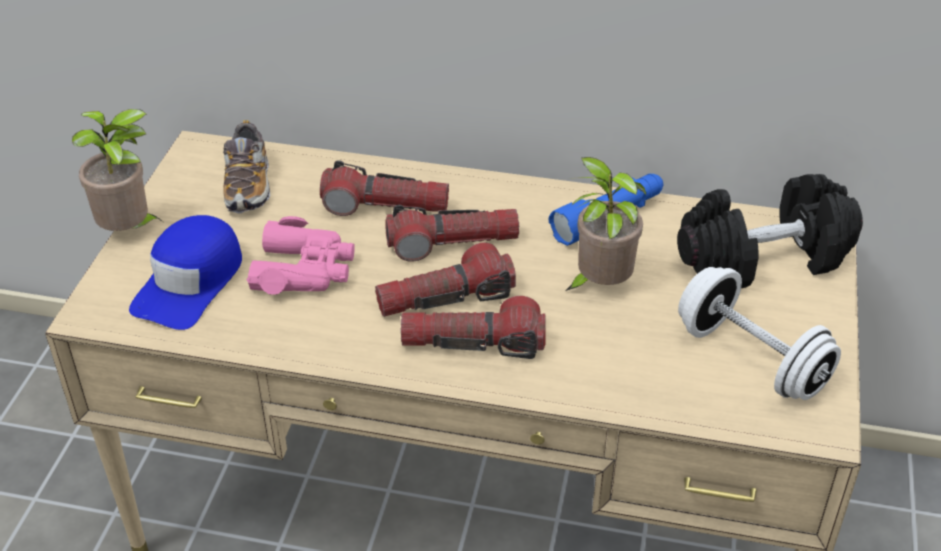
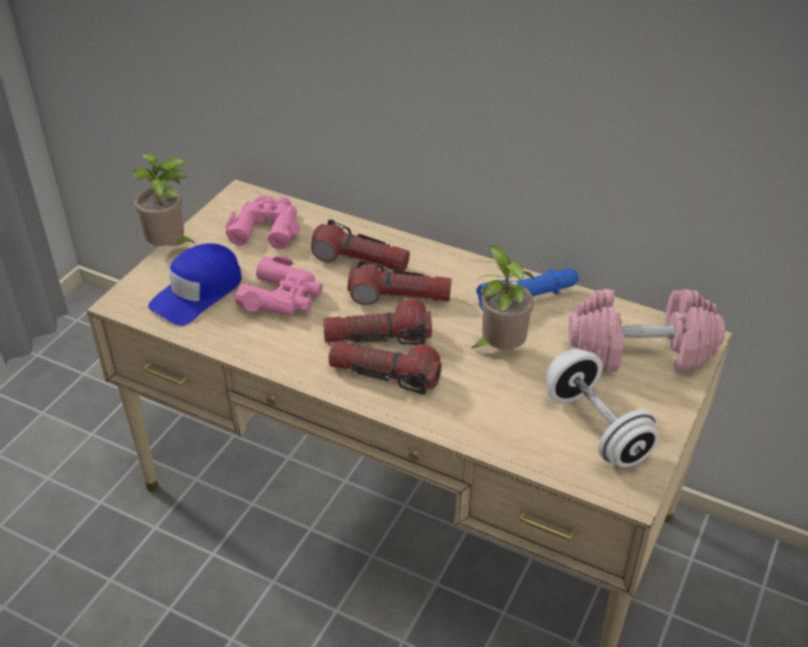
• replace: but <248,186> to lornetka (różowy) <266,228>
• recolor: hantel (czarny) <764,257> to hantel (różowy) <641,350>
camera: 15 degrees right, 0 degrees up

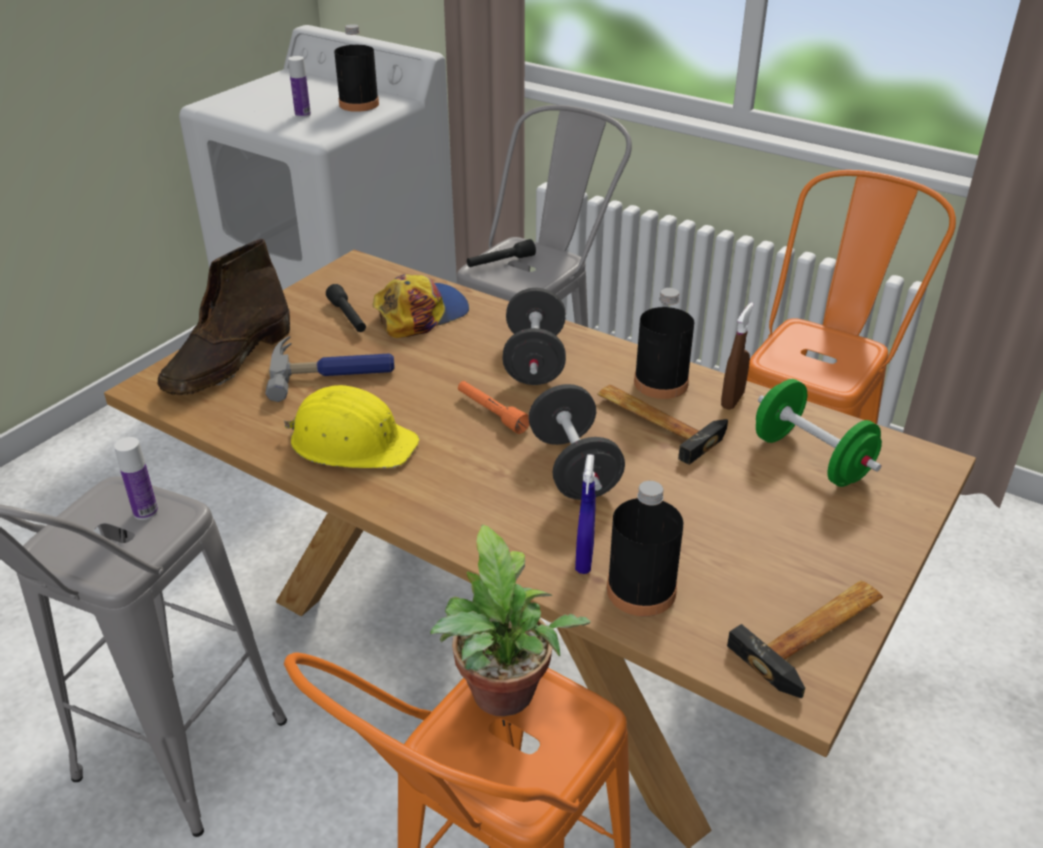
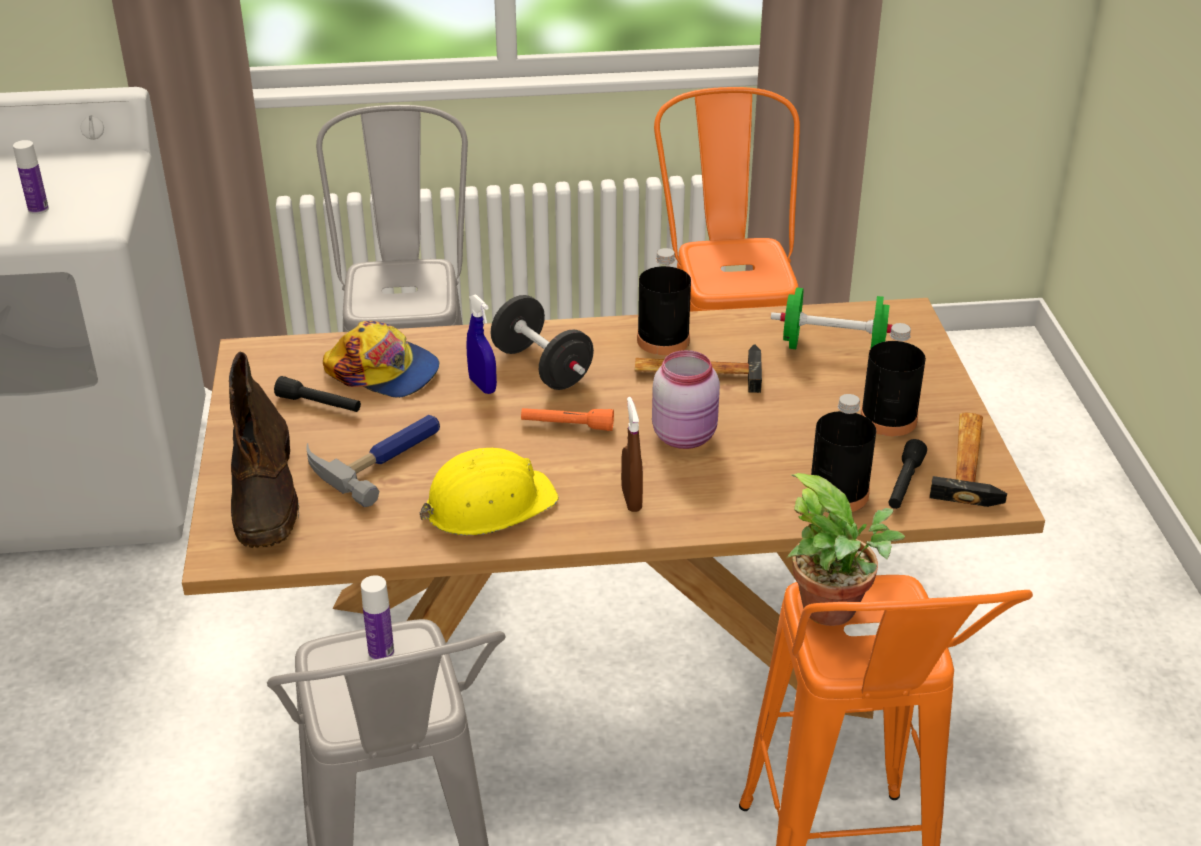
• move: butelka (czarny) <359,104> to <888,419>
• move: latarka (czarny) <500,262> to <904,484>
• rotate: czapka z daszkiem <421,314> = <384,371> 105 degrees clockwise
• move: spryskiwacz (brązowy) <732,400> to <631,500>
• replace: hantel (czarny) <574,468> to słoik (różowy) <686,436>
• move: spryskiwacz (niebieski) <584,559> to <482,386>
camera: 40 degrees left, 0 degrees up

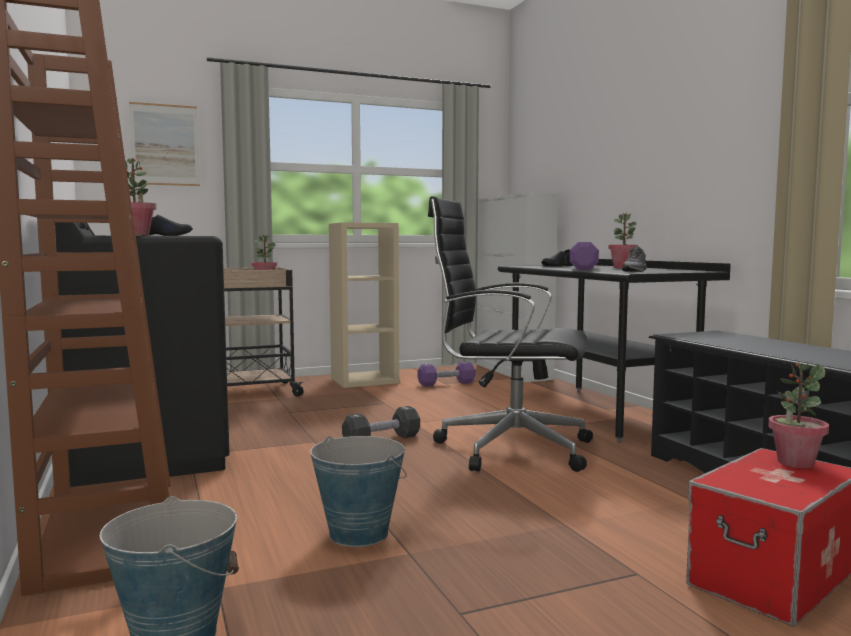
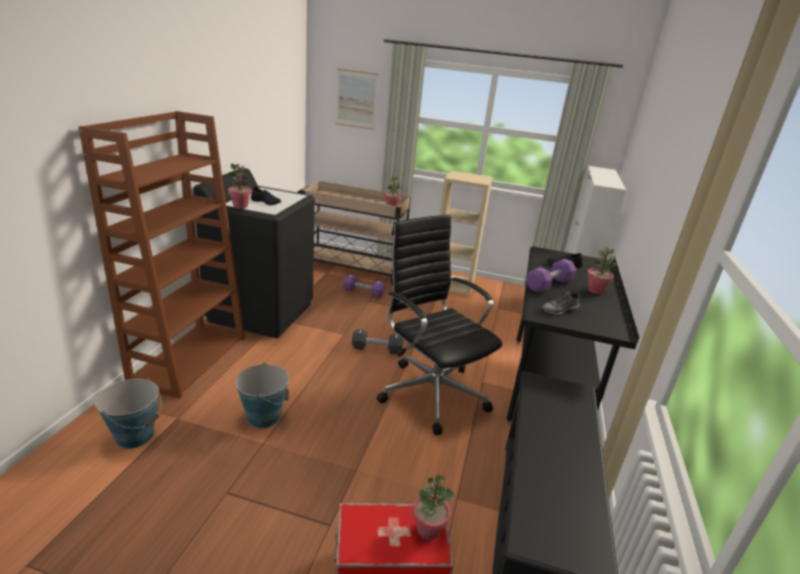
• move: hantel (fioletowy) <446,384> to <363,292>
camera: 35 degrees right, 20 degrees up

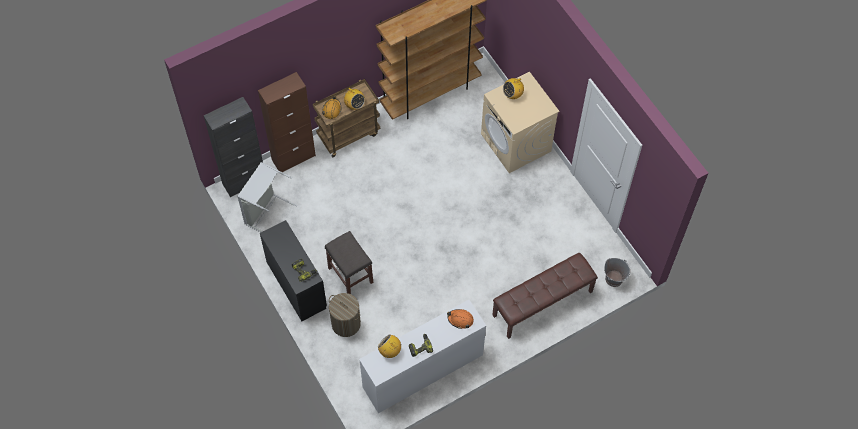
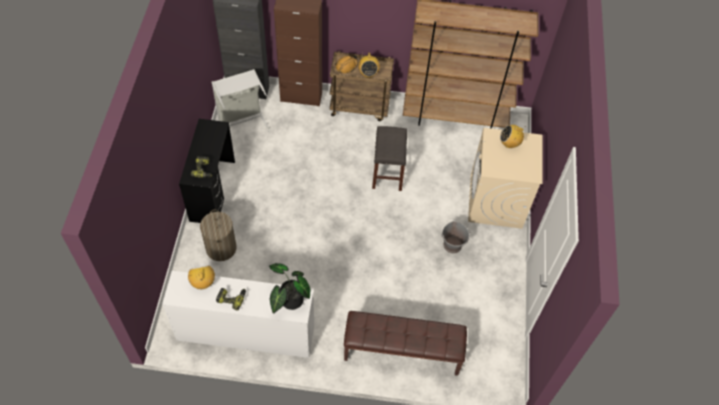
• move: stołek (szary) <351,275> to <388,174>
• move: wiadro (szary) <614,279> to <452,245>
• replace: kask (pomarańczowy) <460,319> to roślina doniczkowa <289,300>
camera: 35 degrees right, 5 degrees down

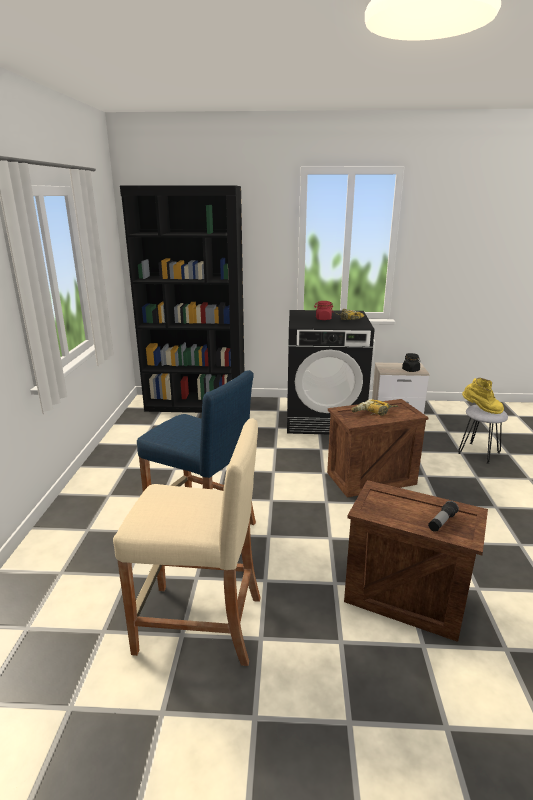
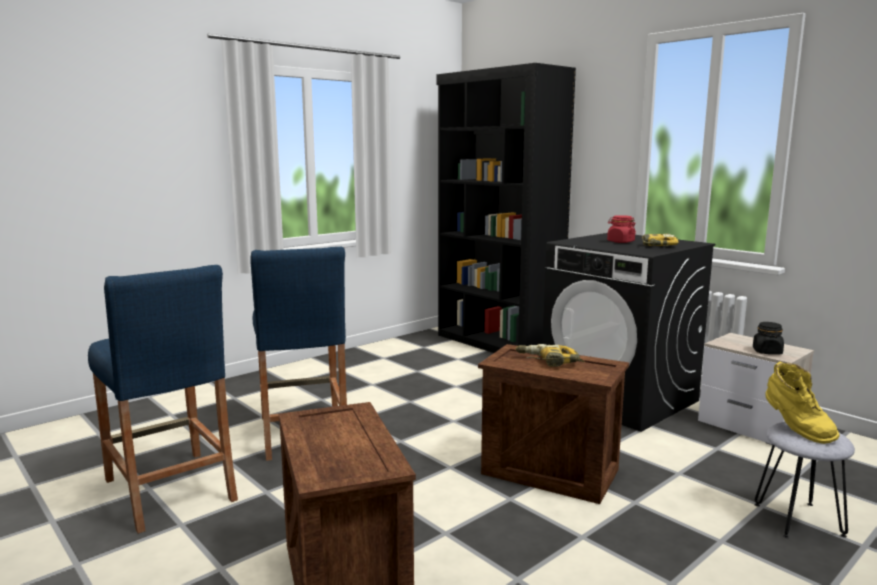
• recolor: stołek (beżowy) <199,624> to stołek (niebieski) <170,490>
• delete: latarka <441,522>
camera: 45 degrees right, 10 degrees down

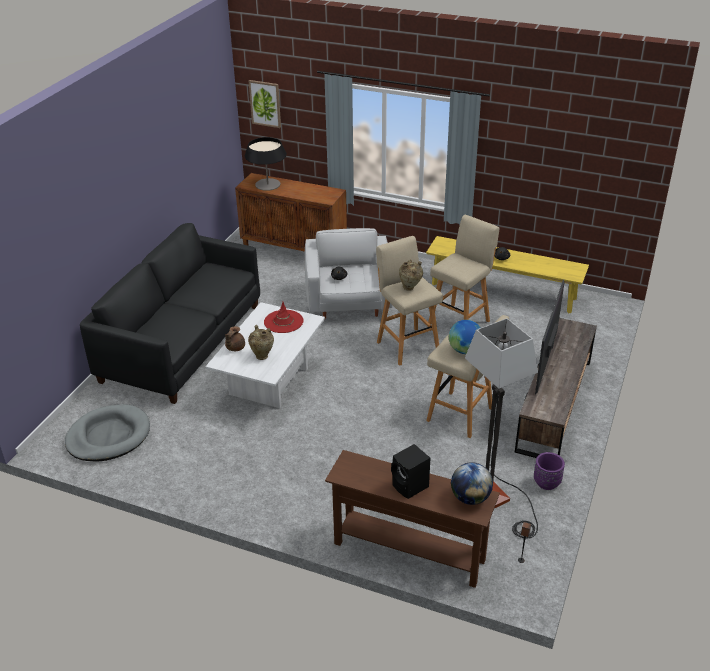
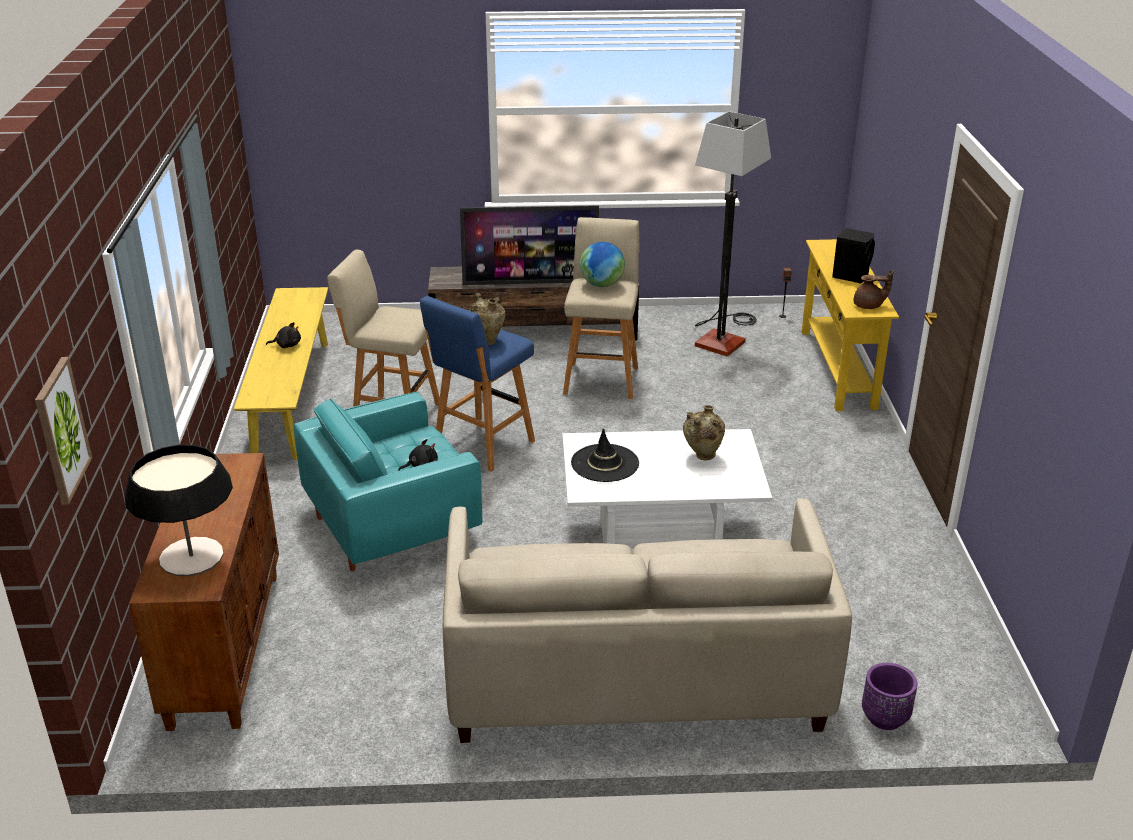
• recolor: kanapa (czarny) <182,343> to kanapa (beżowy) <634,674>
• recolor: fotel (biały) <349,302> to fotel (turkusowy) <394,525>
• recolor: stołek (beżowy) <407,345> to stołek (niebieski) <482,445>
• recolor: kapelusz (czerwony) <283,322> to kapelusz (czarny) <605,463>
• move: imbryk (brązowy) <234,348> to <869,306>
• delete: legowisko (szary) <108,436>
• recolor: stolik konsolowy (brązowy) <409,552> to stolik konsolowy (żółty) <838,369>
• move: donica (fioletowy) <546,483> to <884,718>
• delete: globus <470,498>
camera: 115 degrees left, 5 degrees down

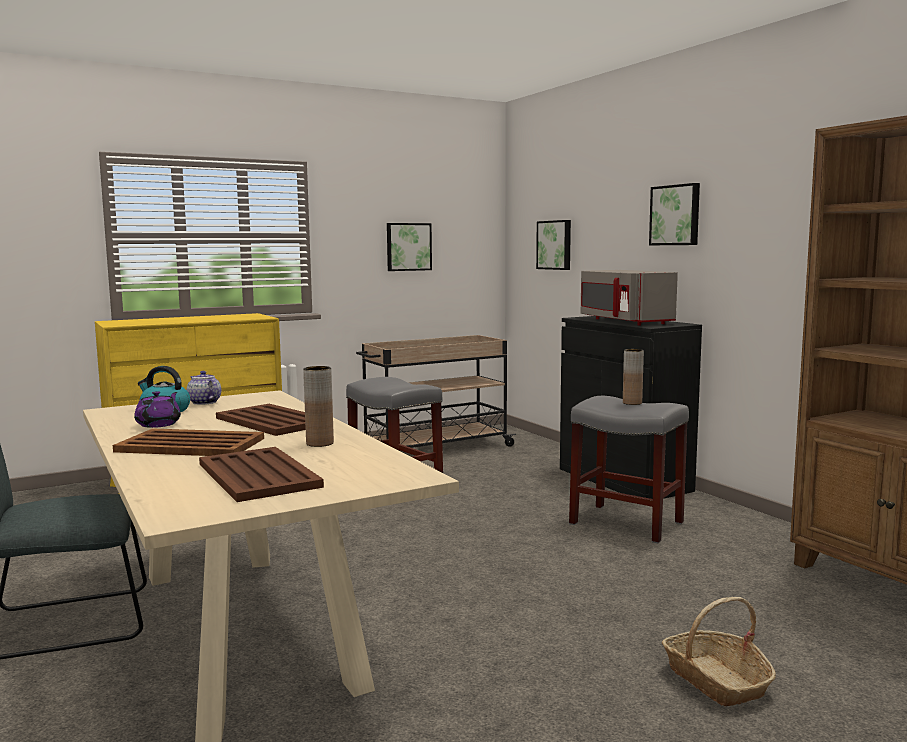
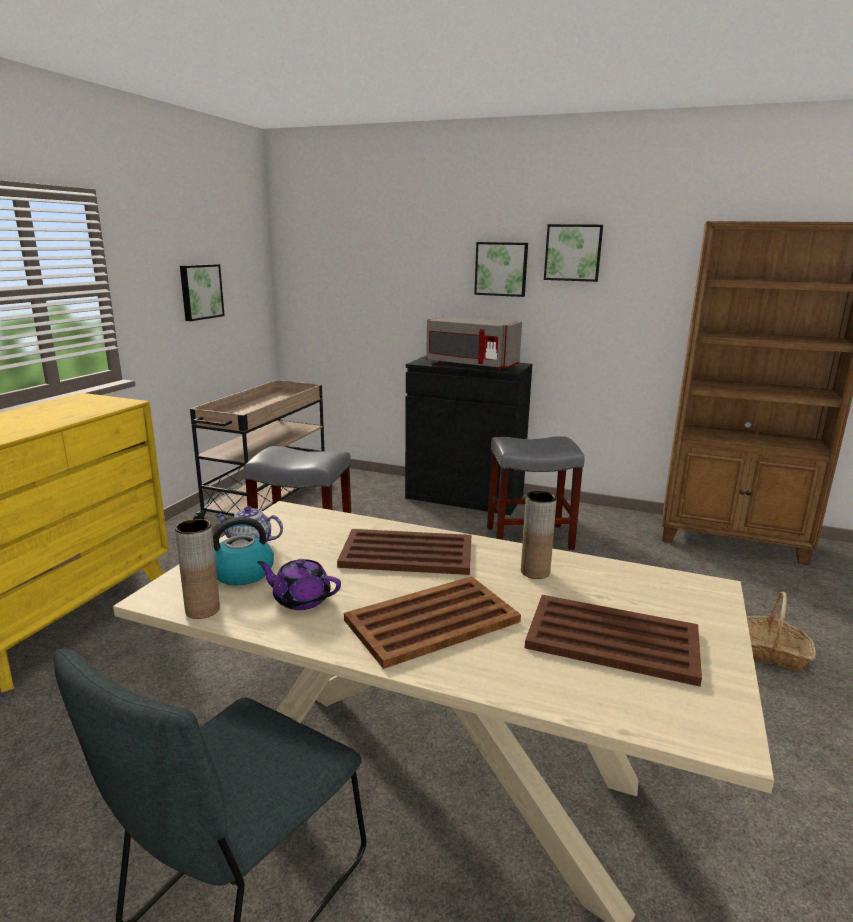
• move: obraz <555,245> to <573,252>
• move: wazon (brązowy) <632,403> to <202,610>
• rotate: imbryk (fioletowy) <159,424> = <301,599> 45 degrees counterclockwise
camera: 40 degrees left, 10 degrees up

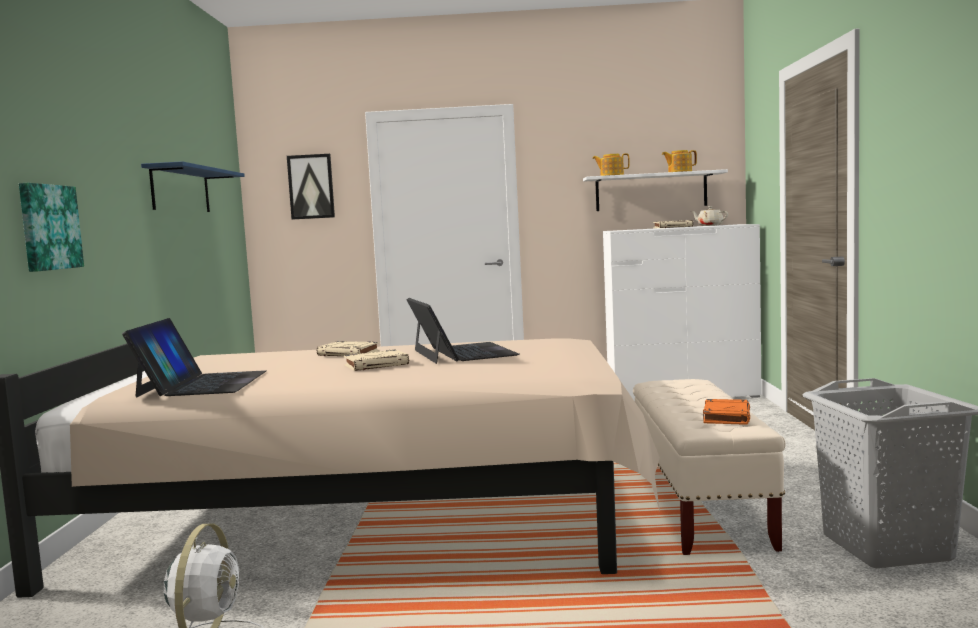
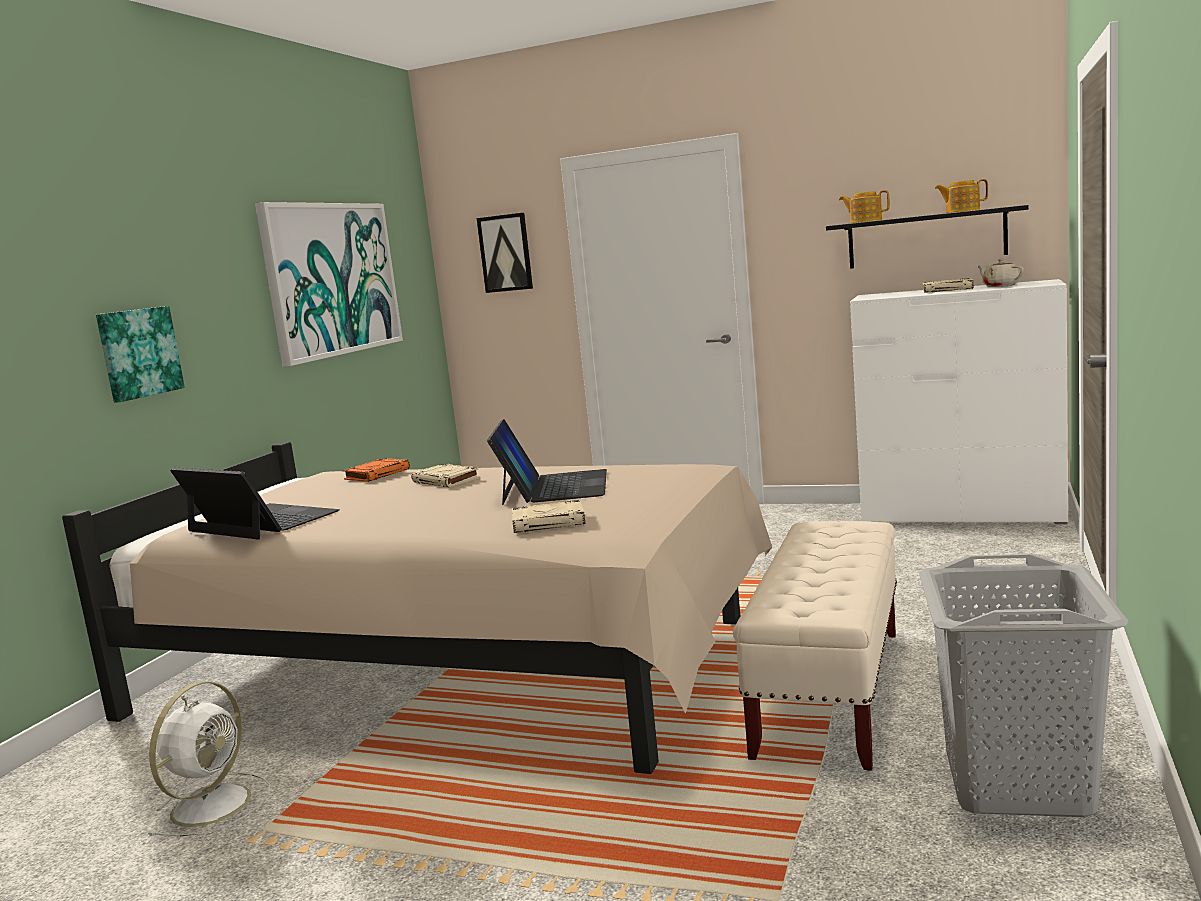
• replace: półka (niebieski) <181,190> to obraz <332,279>
• recolor: półka (biały) <651,191> to półka (czarny) <926,238>
• rotate: laptop <202,384> = <262,522> 75 degrees counterclockwise
• move: książka (beżowy) <377,365> to <549,522>
• move: książka (pomarańczowy) <726,416> to <377,474>
camera: 20 degrees right, 5 degrees up

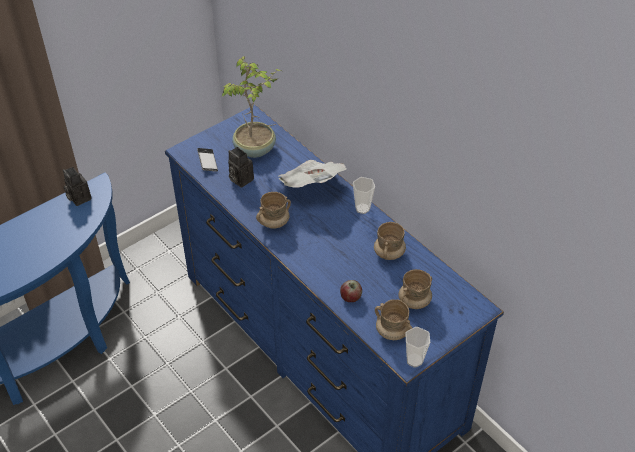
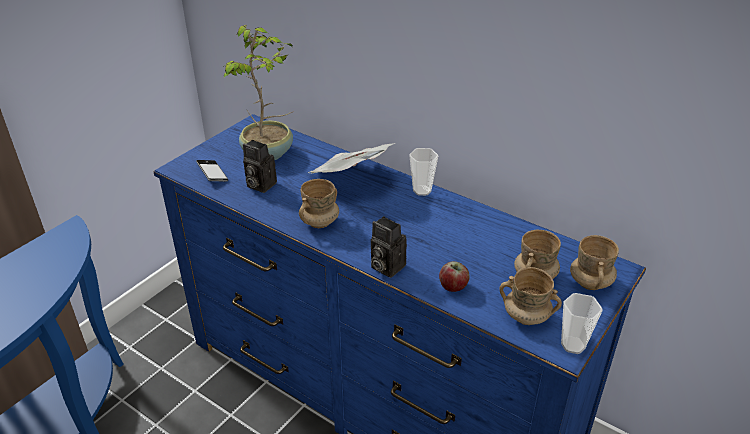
• move: aparat fotograficzny <78,198> to <385,266>
• move: kubek (beżowy) <389,254> to <590,283>
camera: 15 degrees left, 10 degrees down

